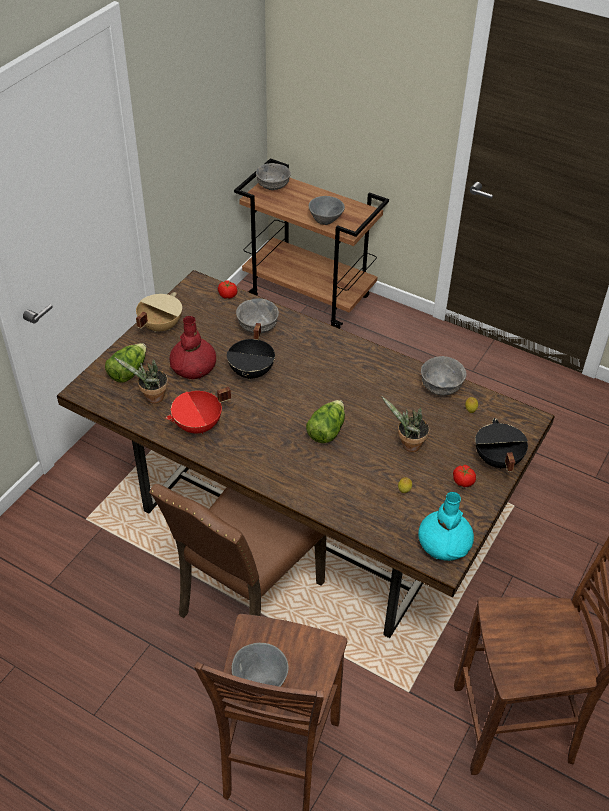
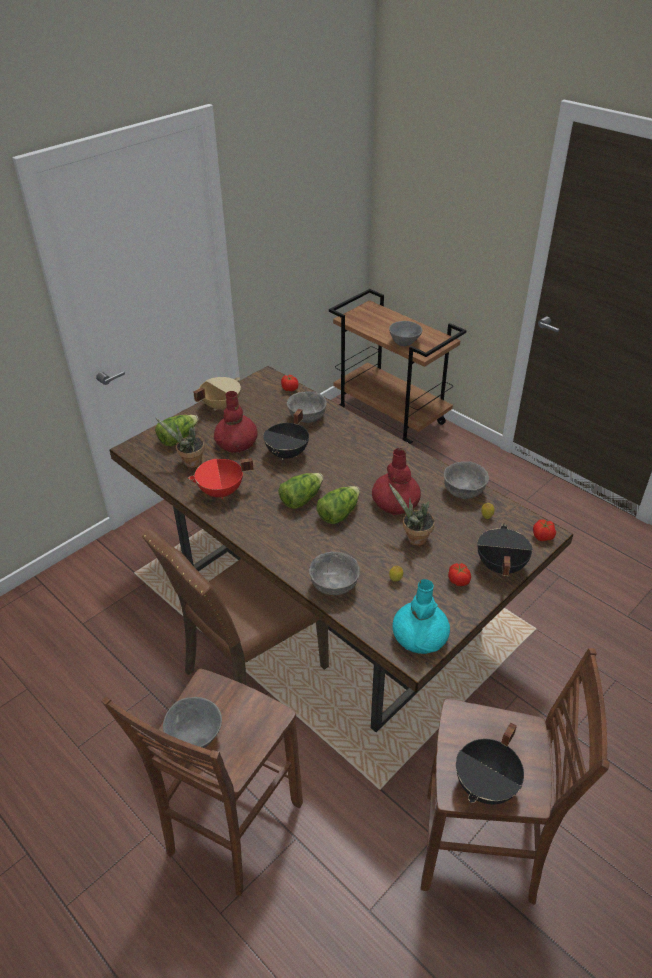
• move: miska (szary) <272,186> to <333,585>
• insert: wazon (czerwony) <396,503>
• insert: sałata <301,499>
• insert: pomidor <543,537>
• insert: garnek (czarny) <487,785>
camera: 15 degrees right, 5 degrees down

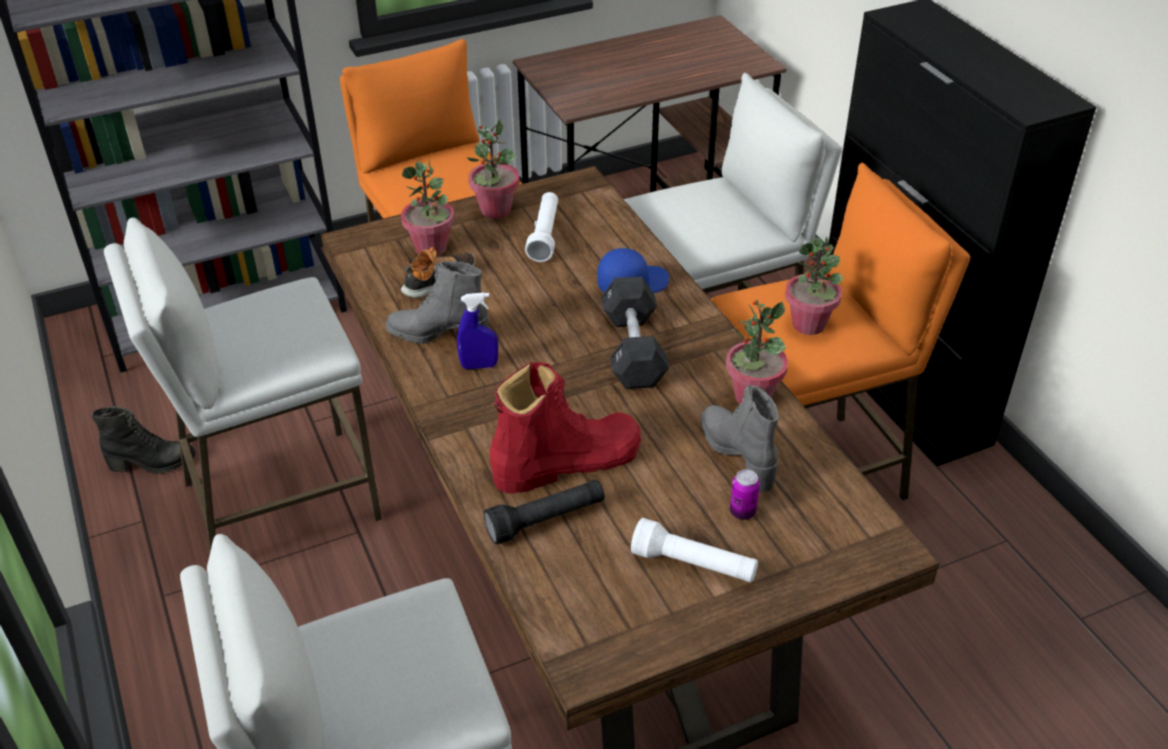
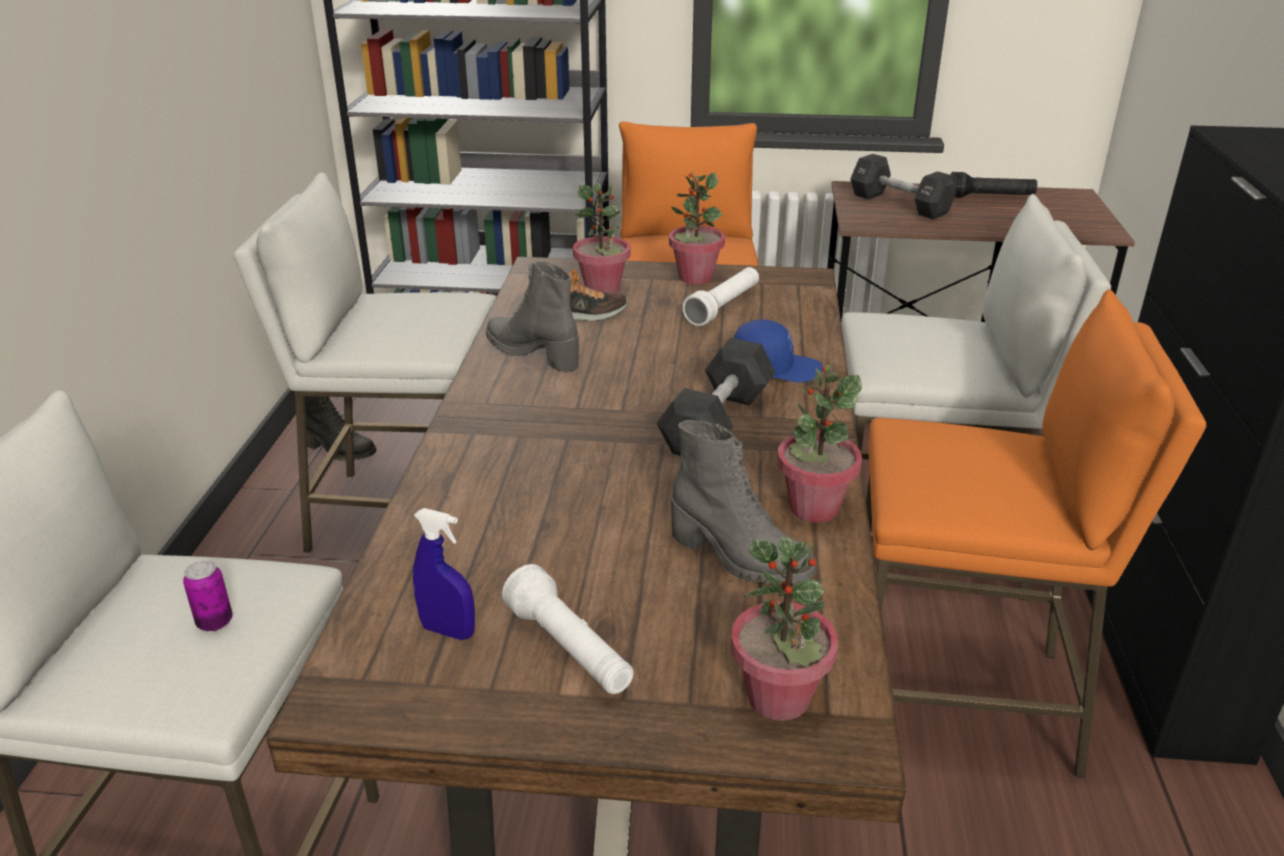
• move: roślina doniczkowa <809,324> to <779,698>
• move: spryskiwacz (niebieski) <479,366> to <448,631>
• delete: but z cholewką (czerwony) <566,462>
• rotate: but z cholewką (szary) <738,454> = <739,558> 120 degrees clockwise
• move: puszka <742,512> to <215,622>
• move: latarka (czarny) <546,520> to <990,198>
• insert: hantel (czarny) <899,204>
camera: 30 degrees right, 10 degrees down

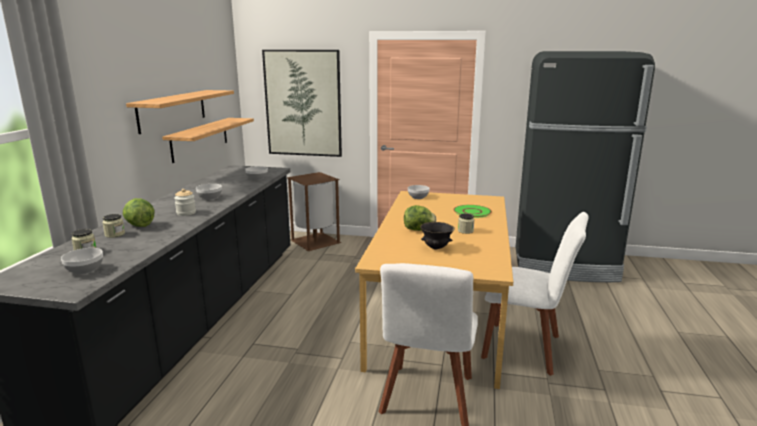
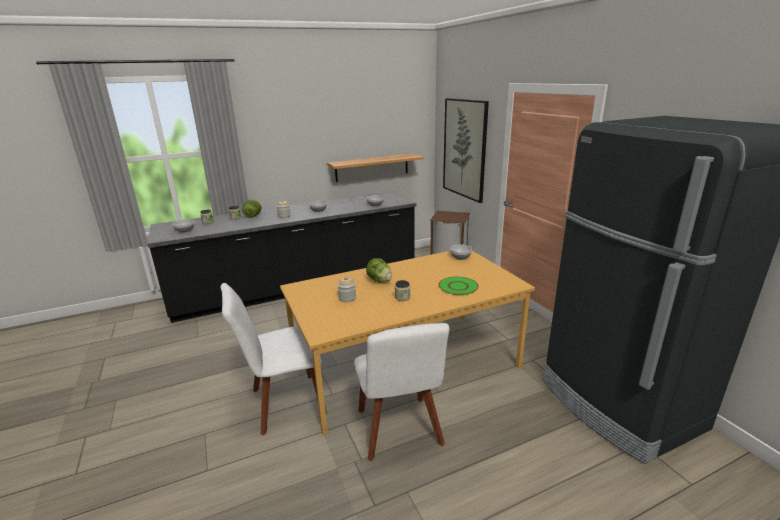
• delete: półka <172,110>
• replace: miska (czarny) <436,248> to słoik <347,298>
camera: 55 degrees right, 5 degrees up

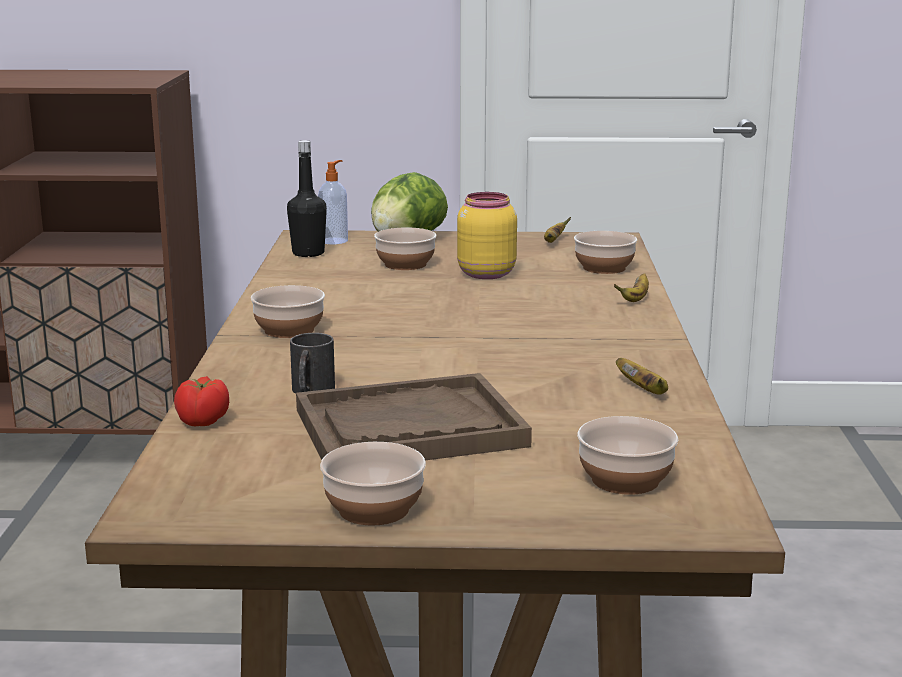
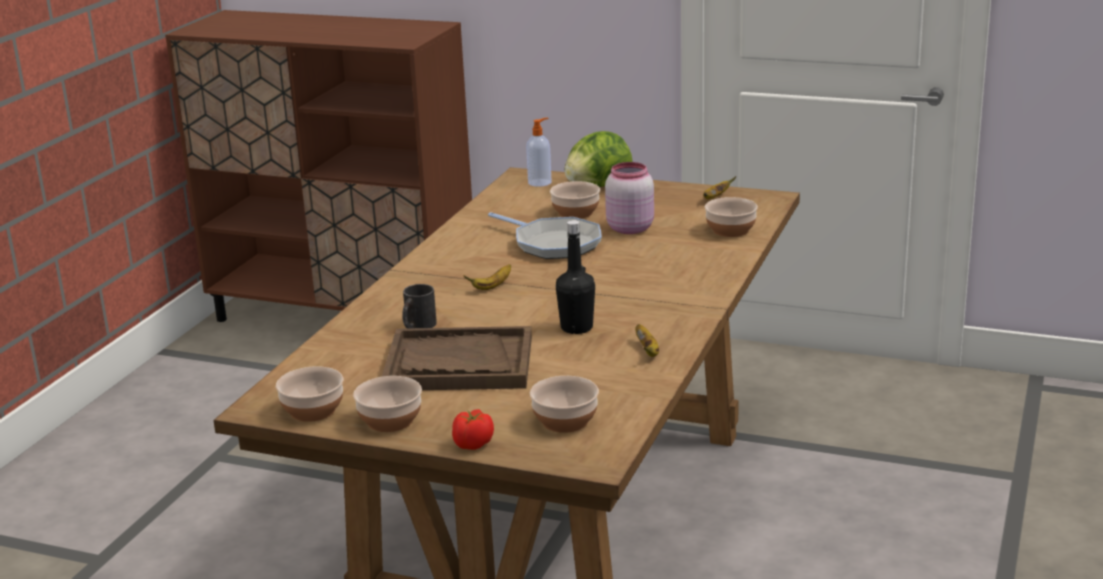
• move: butelka (czarny) <308,253> to <576,328>
• recolor: słoik (żółty) <485,274> to słoik (różowy) <629,228>
• move: banan <635,299> to <492,286>
• move: miska <290,330> to <313,410>
• move: pomidor <202,422> to <473,444>
• insert: patelnia <553,244>
camera: 20 degrees right, 5 degrees up

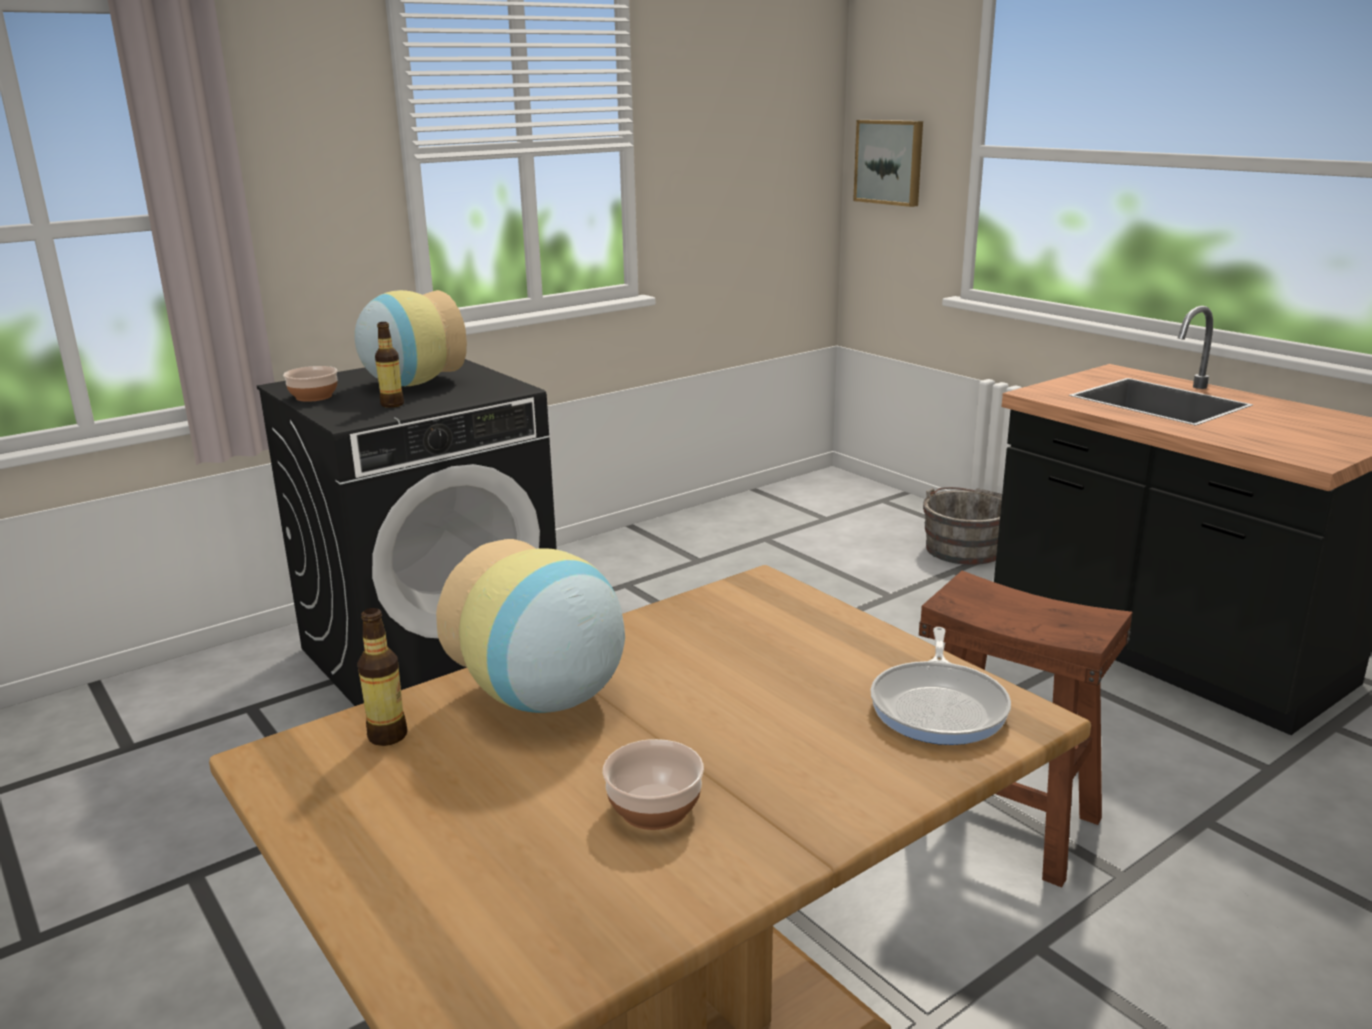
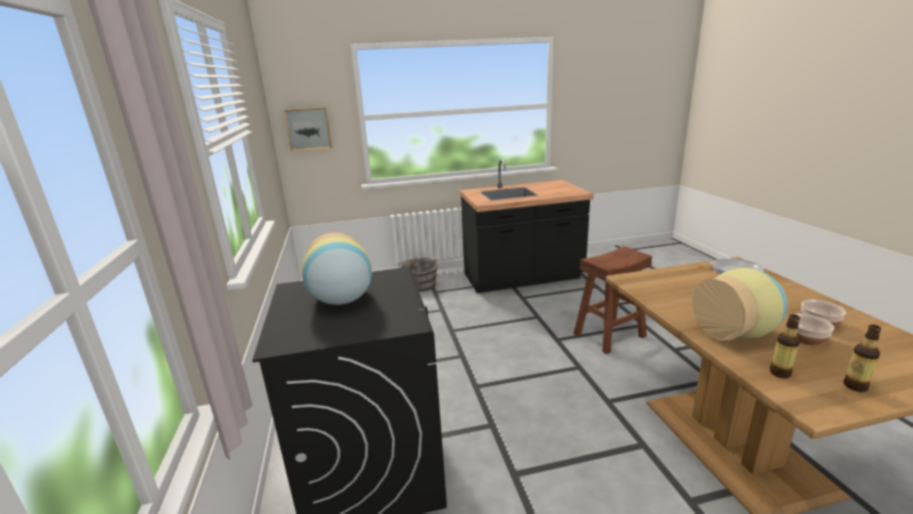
• move: butelka <392,404> to <855,386>
• move: miska <314,396> to <806,338>
camera: 65 degrees left, 0 degrees up

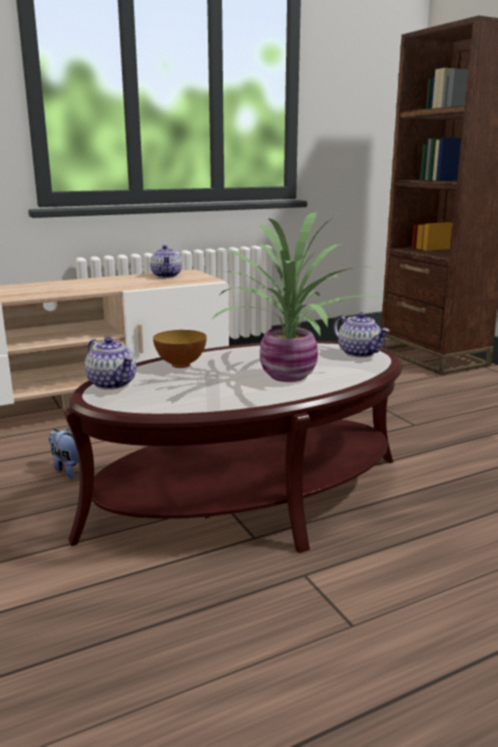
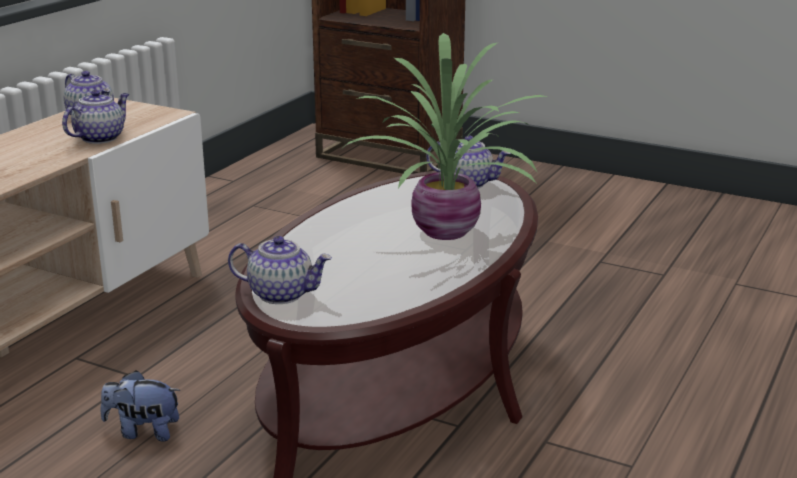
• delete: miska <180,365>
• insert: imbryk <100,138>
camera: 35 degrees left, 5 degrees up

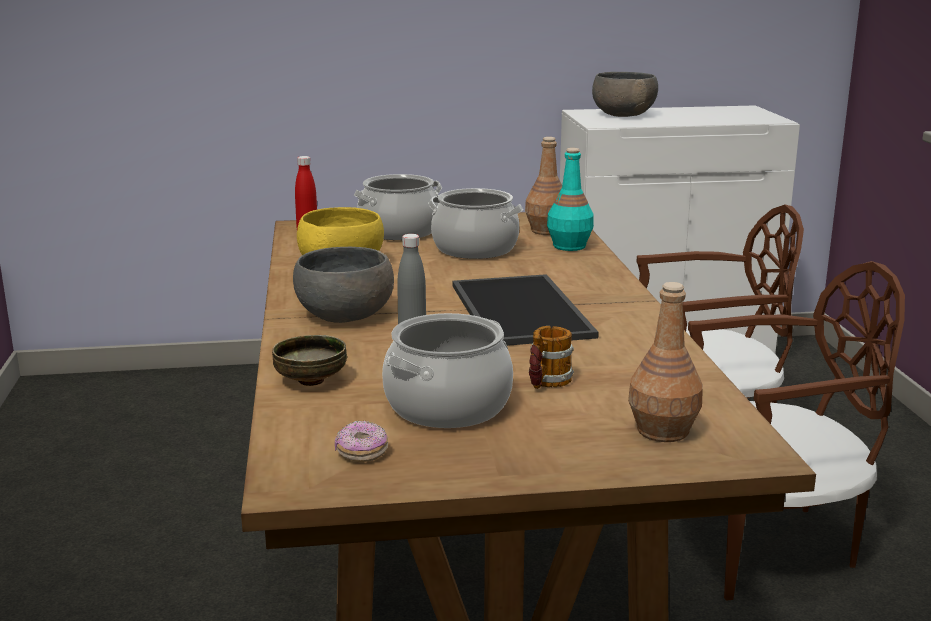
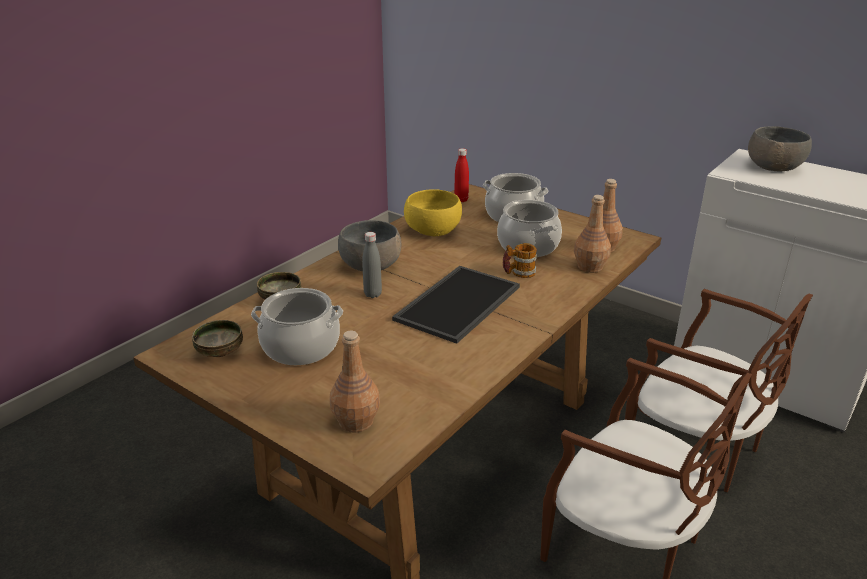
• recolor: butelka (turkusowy) <569,246> to butelka (brązowy) <590,266>
• move: kubek <546,383> to <518,273>
• replace: donut <361,453> to miska <221,352>
camera: 45 degrees right, 10 degrees up

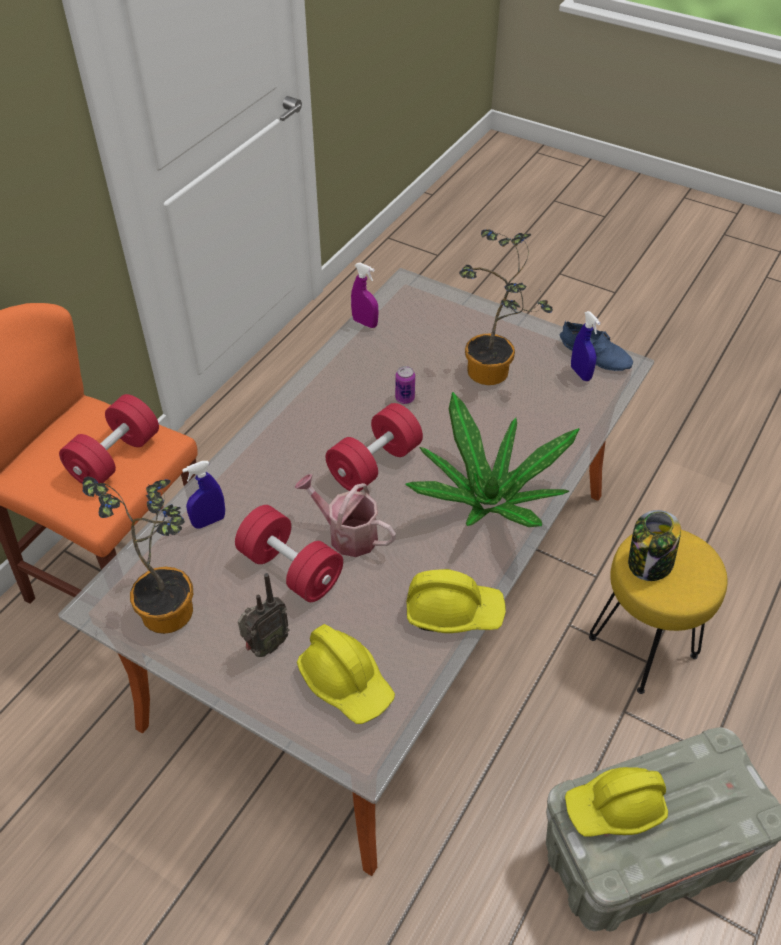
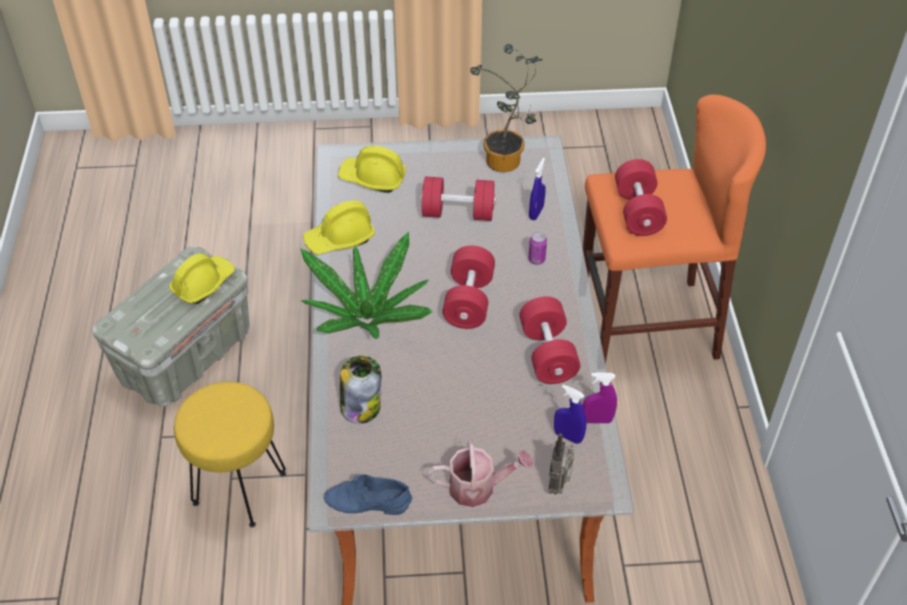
• delete: roślina doniczkowa <493,374>
• move: spryskiwacz (niebieski) <580,373> to <568,436>
• move: puszka <405,398> to <536,259>
• move: konewka <347,534> to <478,487>
• move: słoik <649,563> to <361,405>
• move: radio <265,646> to <559,484>
• insert: hantel (czerwony) <547,354>
camera: 145 degrees right, 0 degrees up

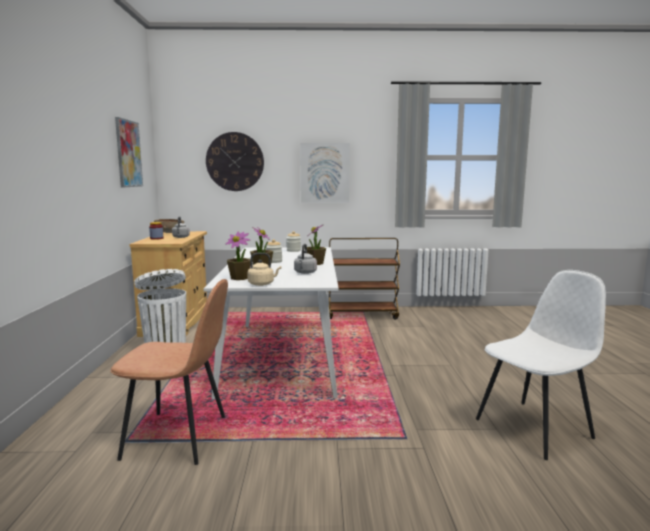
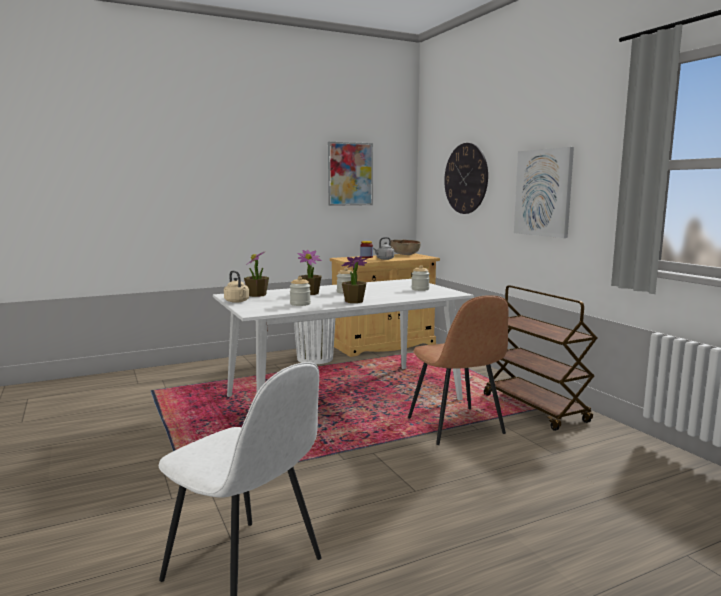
• replace: czajnik (szary) <305,273> to słoik <300,304>
• move: krzesło (brązowy) <178,438> to <456,427>
camera: 65 degrees right, 0 degrees up

